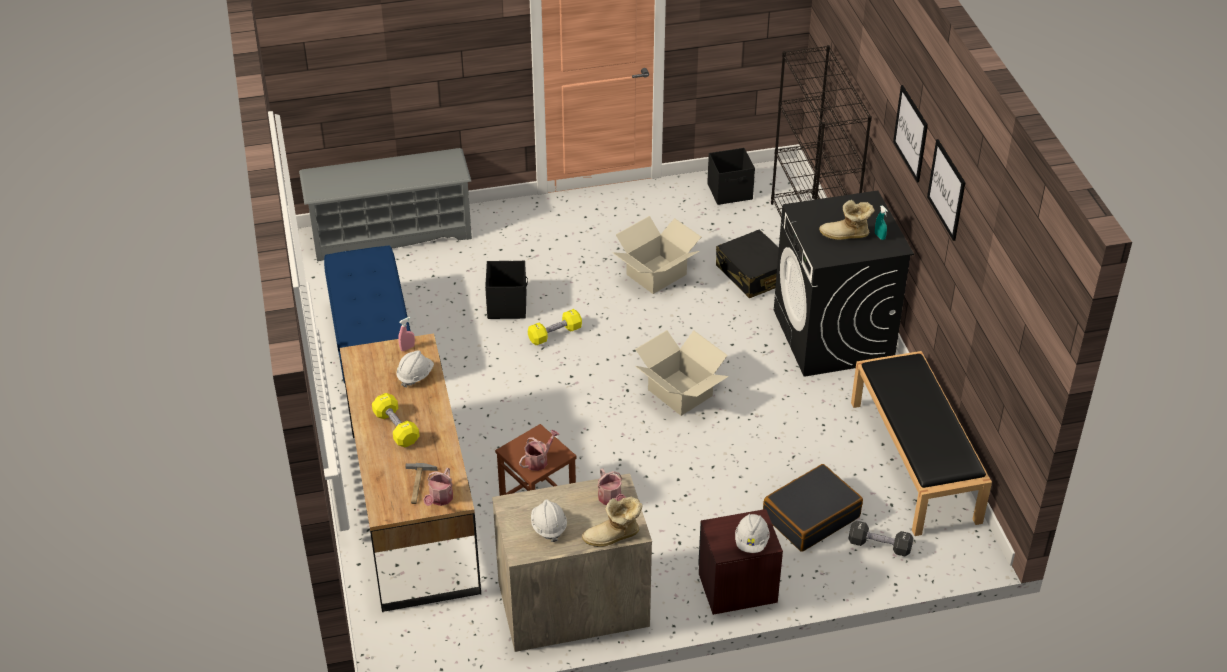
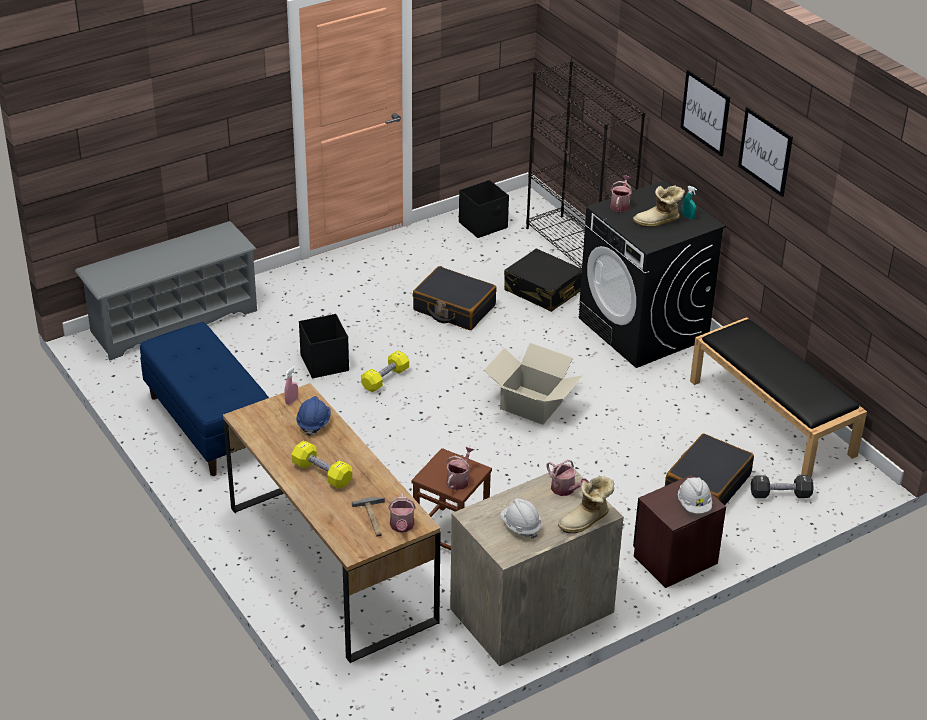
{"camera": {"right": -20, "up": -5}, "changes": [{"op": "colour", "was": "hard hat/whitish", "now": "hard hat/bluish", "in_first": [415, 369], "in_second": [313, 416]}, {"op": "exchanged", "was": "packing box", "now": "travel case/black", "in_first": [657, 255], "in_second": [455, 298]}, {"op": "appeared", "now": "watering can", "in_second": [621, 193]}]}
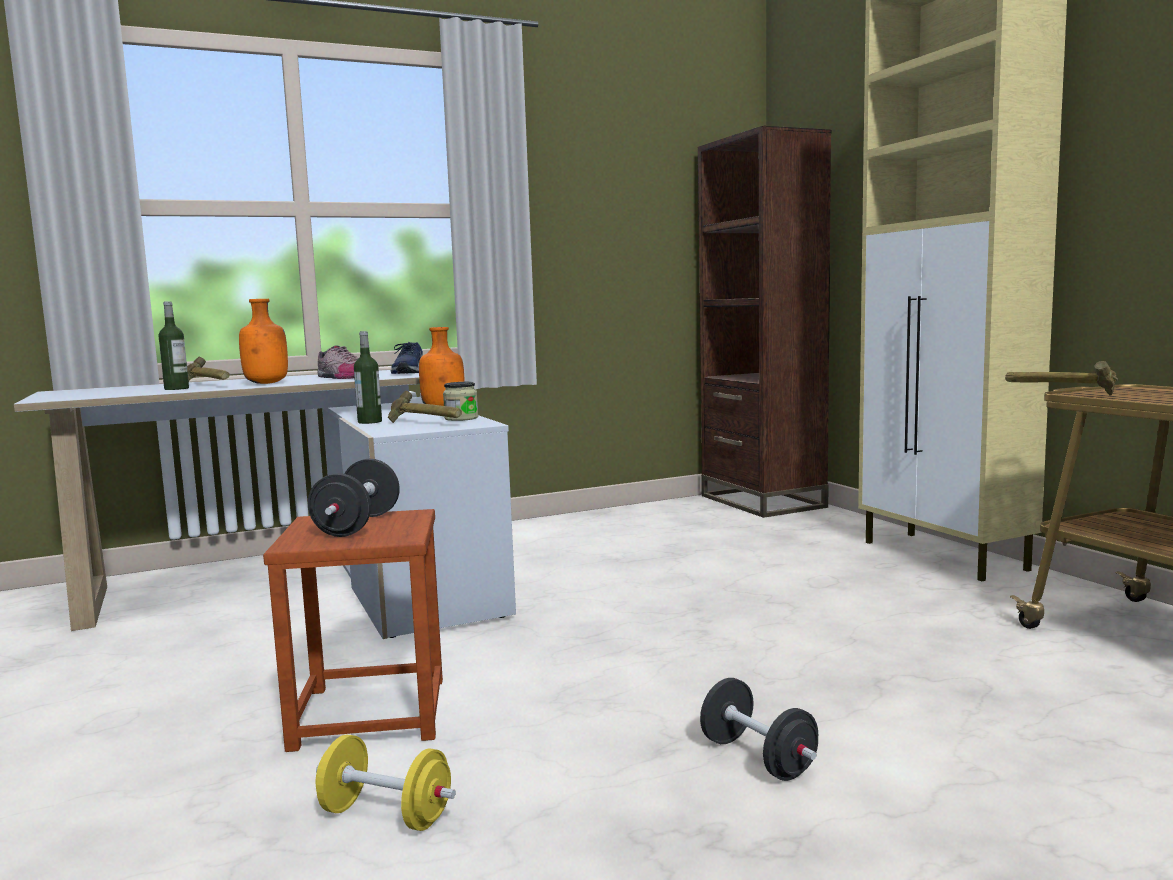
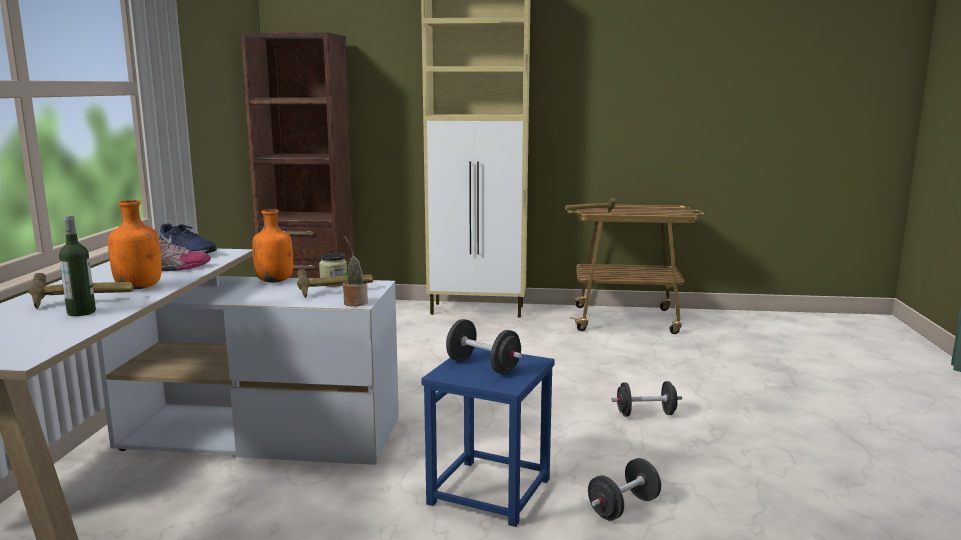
{"camera": {"right": -60, "up": 5}, "changes": [{"op": "colour", "was": "stool seat/brown", "now": "stool seat/bluish", "in_first": [353, 630], "in_second": [488, 437]}, {"op": "colour", "was": "dumbbell/yellowish", "now": "dumbbell/black", "in_first": [386, 783], "in_second": [624, 489]}, {"op": "missing", "was": "beverage bottle", "in_first": [368, 377]}, {"op": "appeared", "now": "plant in a pot", "in_second": [355, 271]}]}
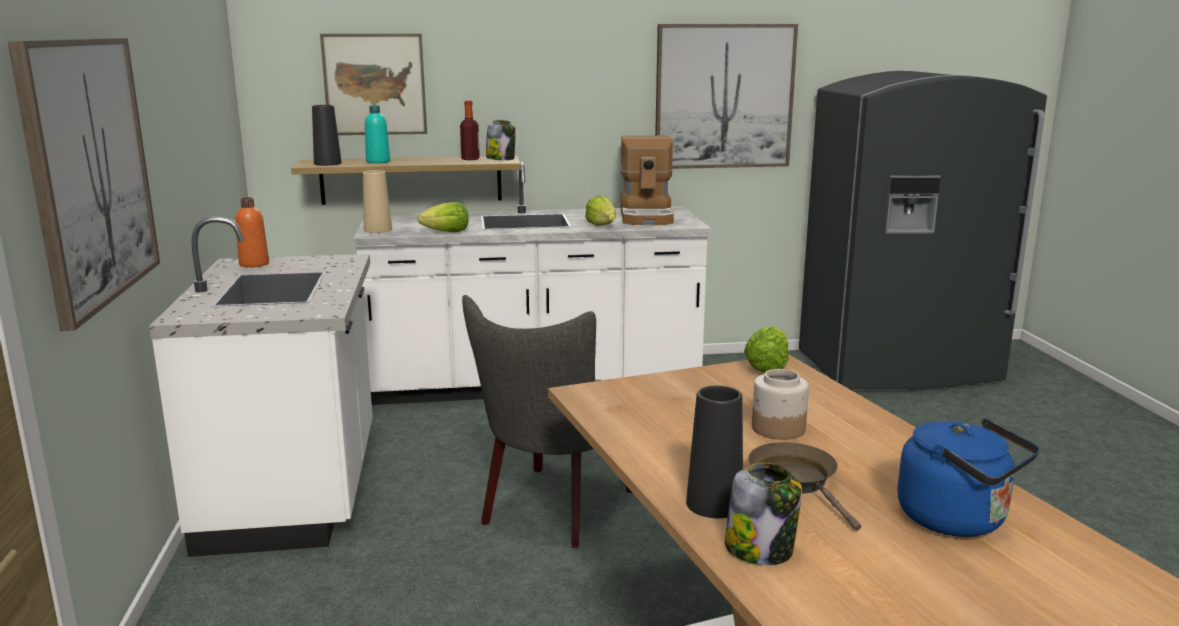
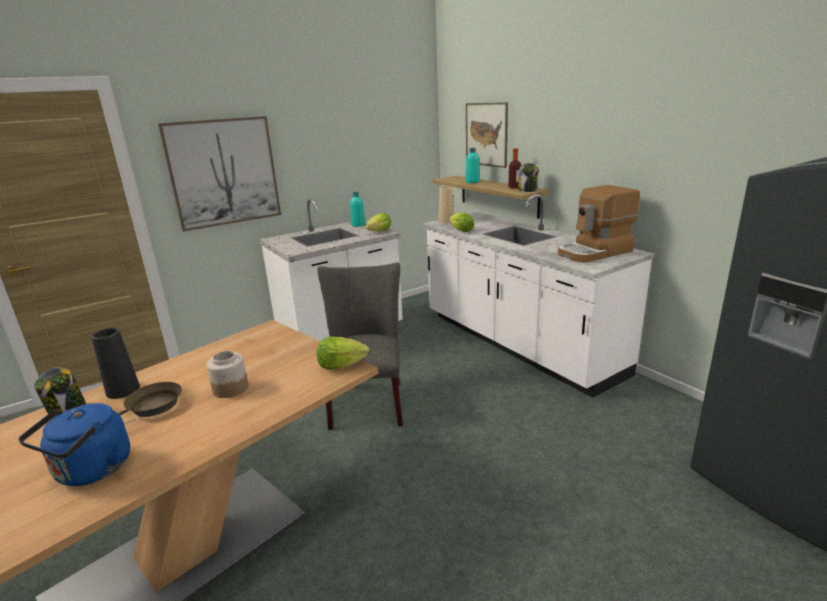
{"camera": {"right": 65, "up": 5}, "changes": [{"op": "colour", "was": "beverage bottle/orange-coloured", "now": "beverage bottle/blue-green", "in_first": [252, 232], "in_second": [357, 209]}, {"op": "missing", "was": "decorative vase/black", "in_first": [327, 135]}, {"op": "spun", "was": "plain chair/greyish", "in_first": [547, 421], "in_second": [360, 346], "clockwise": 90}, {"op": "relocated", "was": "lettuce head", "in_first": [600, 210], "in_second": [378, 222]}, {"op": "missing", "was": "wall picture", "in_first": [726, 96]}]}
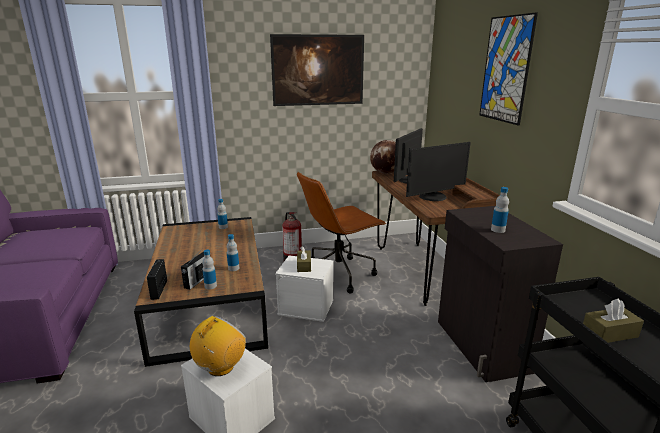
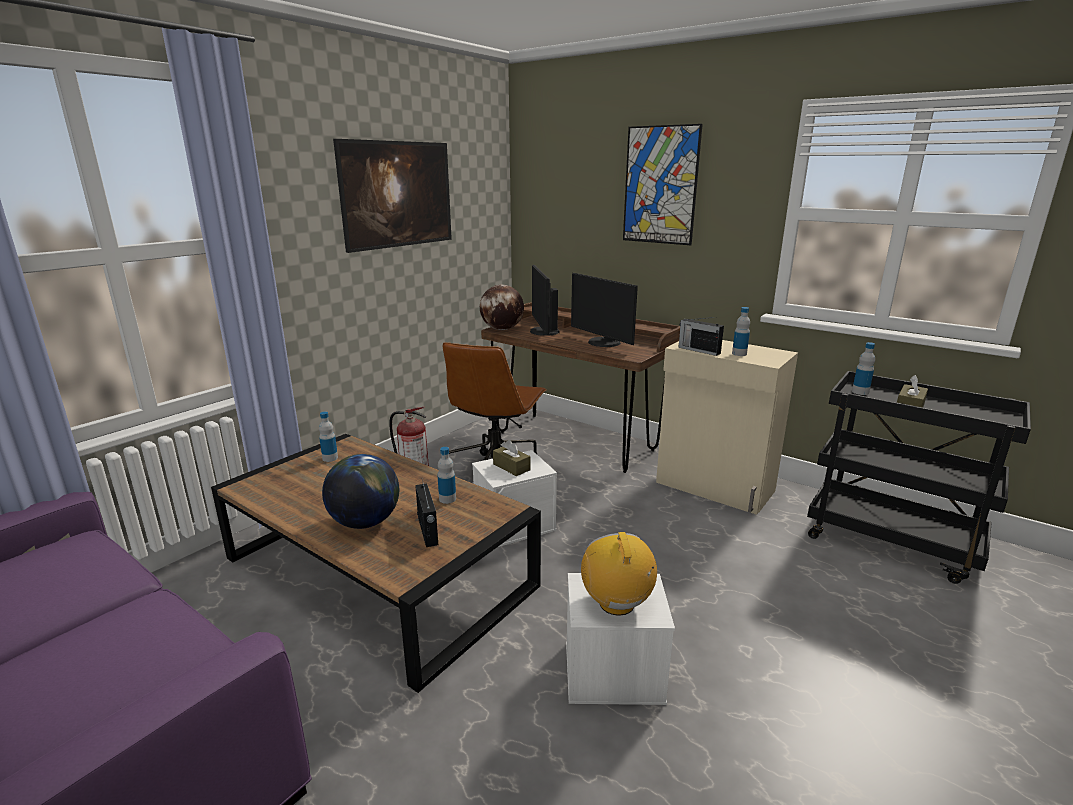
{"camera": {"right": -40, "up": 0}, "changes": [{"op": "relocated", "was": "radio", "in_first": [157, 279], "in_second": [701, 336]}, {"op": "relocated", "was": "beverage bottle", "in_first": [209, 269], "in_second": [863, 368]}, {"op": "spun", "was": "computer screen", "in_first": [438, 171], "in_second": [604, 310], "clockwise": 120}, {"op": "colour", "was": "cabinet/black", "now": "cabinet/beige", "in_first": [500, 294], "in_second": [727, 427]}, {"op": "appeared", "now": "globe", "in_second": [360, 491]}]}
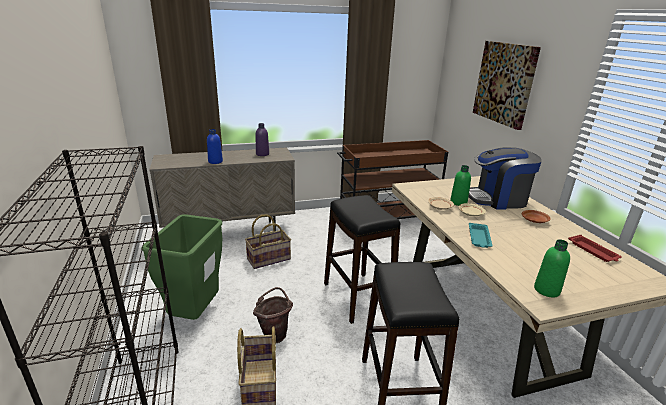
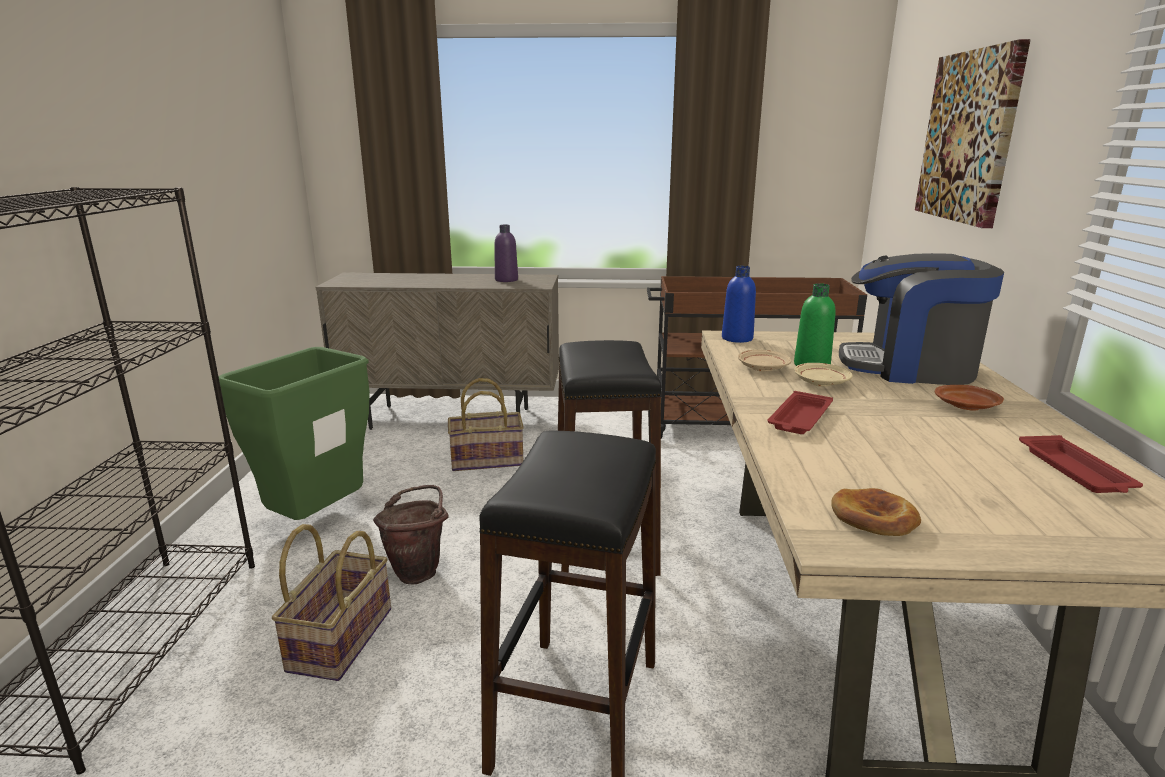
{"camera": {"right": 20, "up": -5}, "changes": [{"op": "relocated", "was": "beverage bottle/bluish", "in_first": [215, 146], "in_second": [739, 304]}, {"op": "colour", "was": "carrying tray/blue-green", "now": "carrying tray/red", "in_first": [481, 235], "in_second": [800, 412]}, {"op": "exchanged", "was": "beverage bottle/green-coloured", "now": "baked bread", "in_first": [552, 268], "in_second": [876, 512]}]}
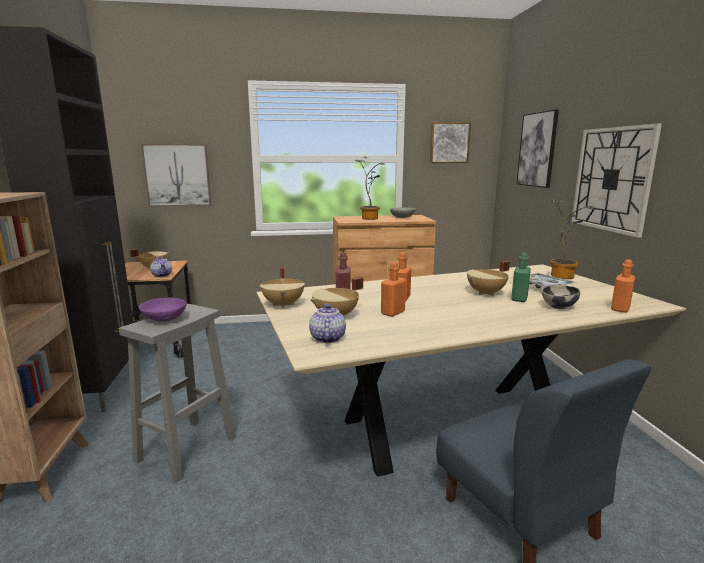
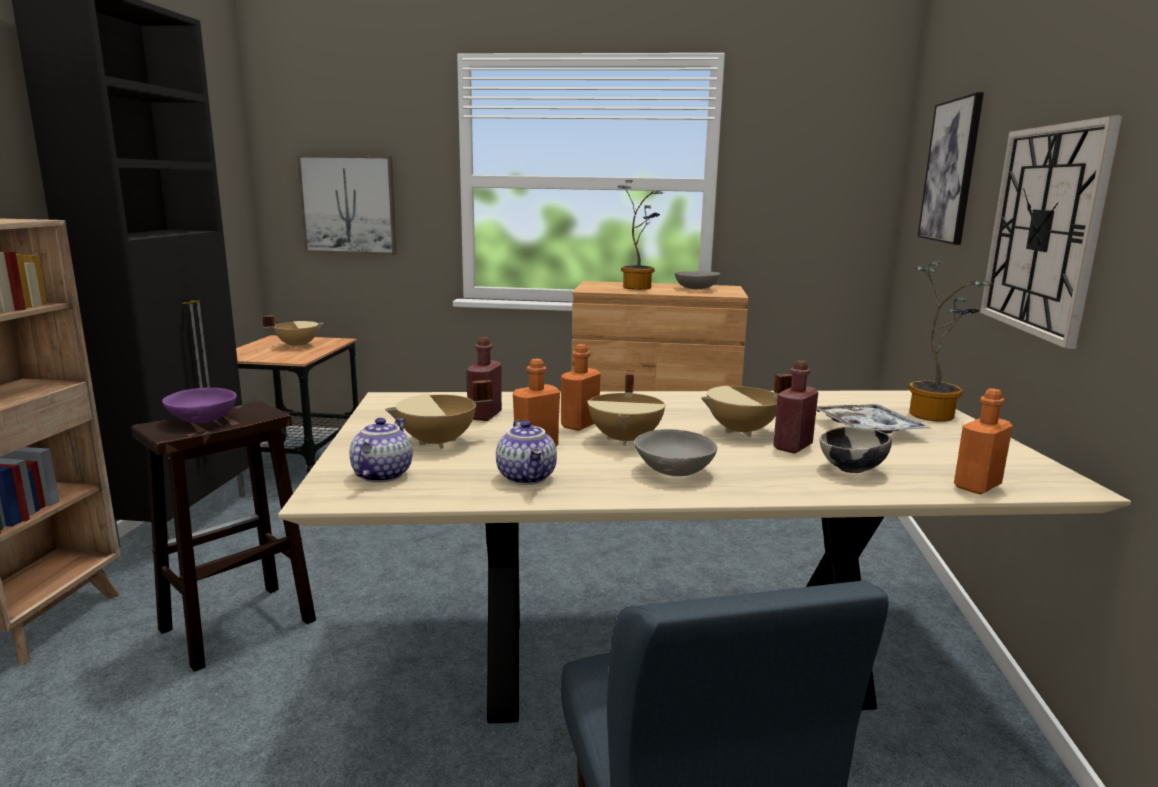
{"camera": {"right": 15, "up": 0}, "changes": [{"op": "colour", "was": "stool seat/greyish", "now": "stool seat/brown", "in_first": [177, 393], "in_second": [224, 536]}, {"op": "relocated", "was": "pot for tea", "in_first": [161, 266], "in_second": [526, 452]}, {"op": "relocated", "was": "saucepot/beige", "in_first": [282, 287], "in_second": [626, 408]}, {"op": "missing", "was": "wall picture", "in_first": [450, 142]}, {"op": "colour", "was": "beverage bottle/green-coloured", "now": "beverage bottle/red", "in_first": [521, 277], "in_second": [795, 406]}, {"op": "appeared", "now": "bowl/greyish", "in_second": [676, 452]}]}
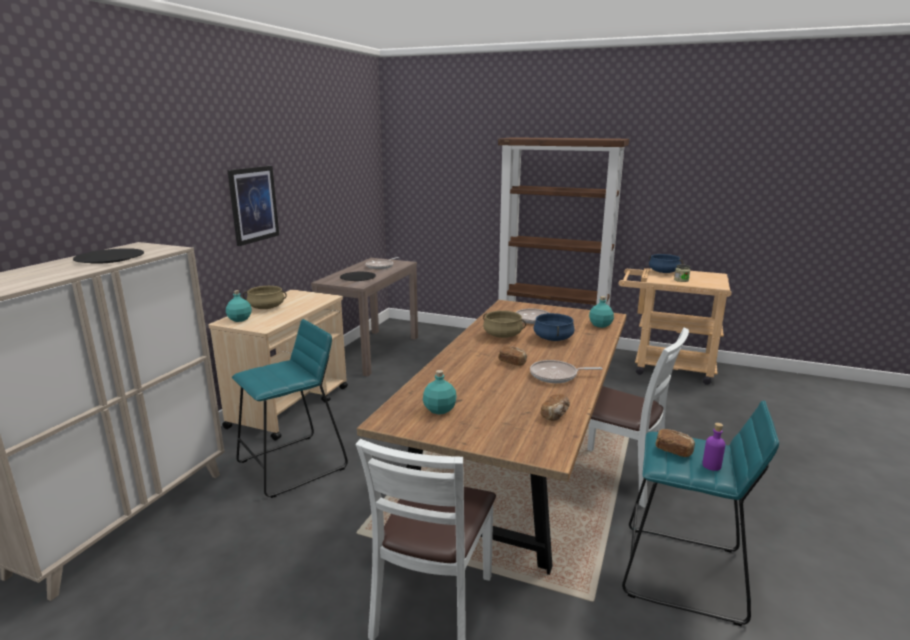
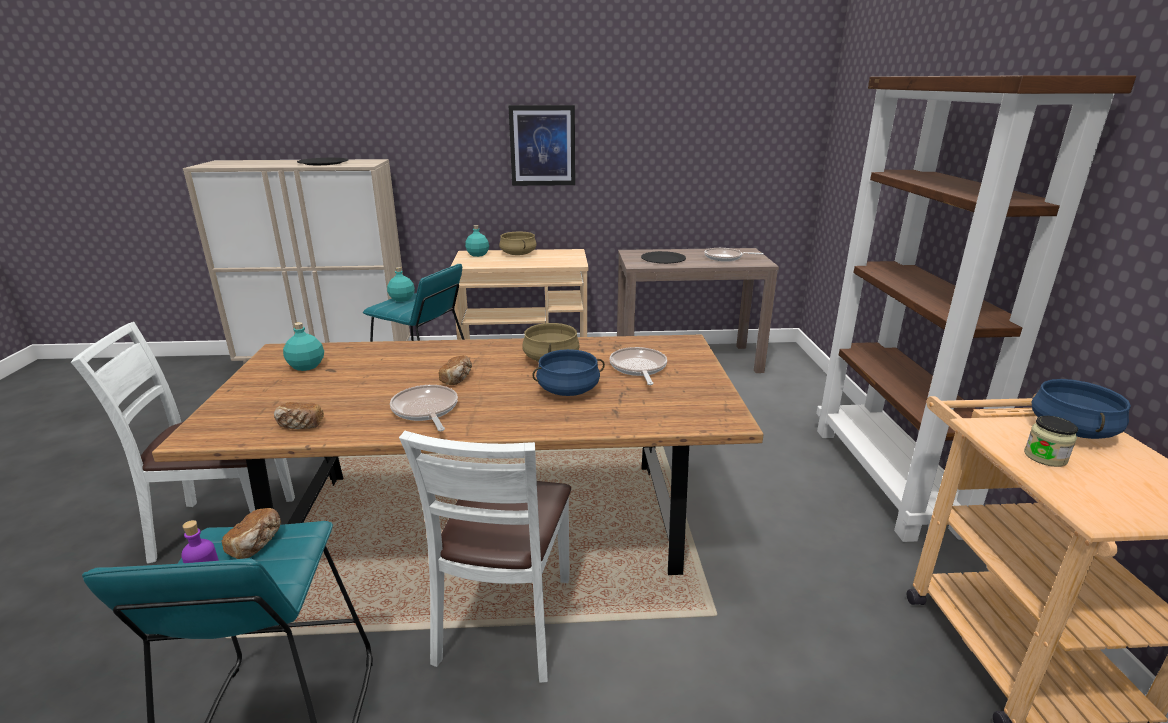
{"camera": {"right": 65, "up": 5}, "changes": [{"op": "relocated", "was": "beverage bottle/blue-green", "in_first": [601, 312], "in_second": [401, 284]}]}
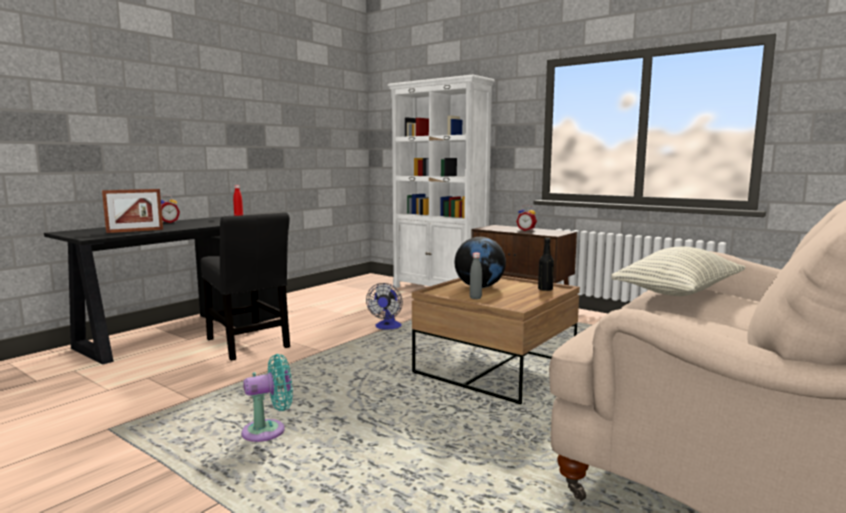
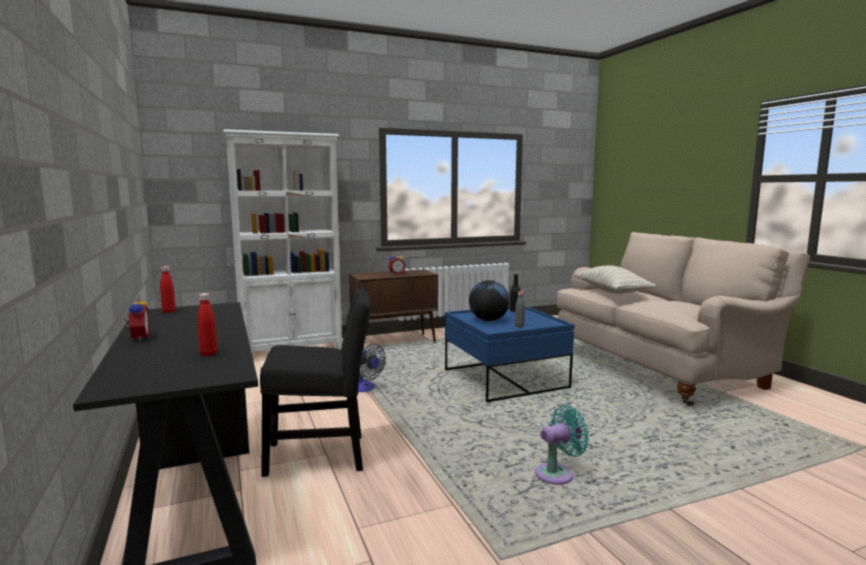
{"camera": {"right": -60, "up": 0}, "changes": [{"op": "exchanged", "was": "standing frame", "now": "beverage bottle/red", "in_first": [132, 211], "in_second": [207, 324]}, {"op": "spun", "was": "cooling fan/blue-green", "in_first": [267, 398], "in_second": [562, 445], "clockwise": 60}, {"op": "colour", "was": "coffee table/brown", "now": "coffee table/bluish", "in_first": [496, 340], "in_second": [510, 354]}]}
